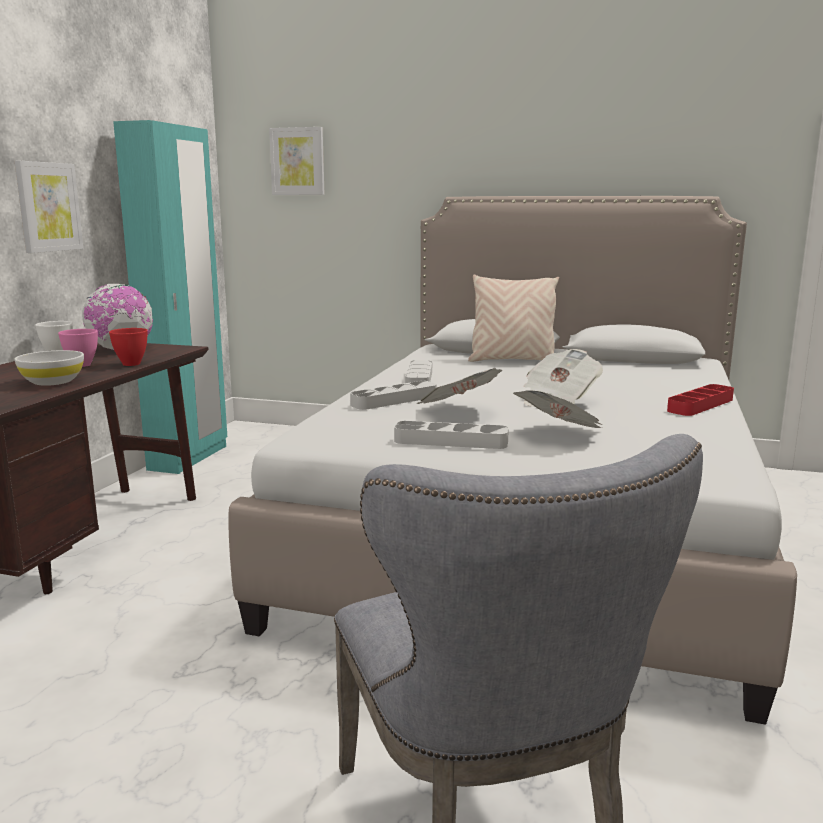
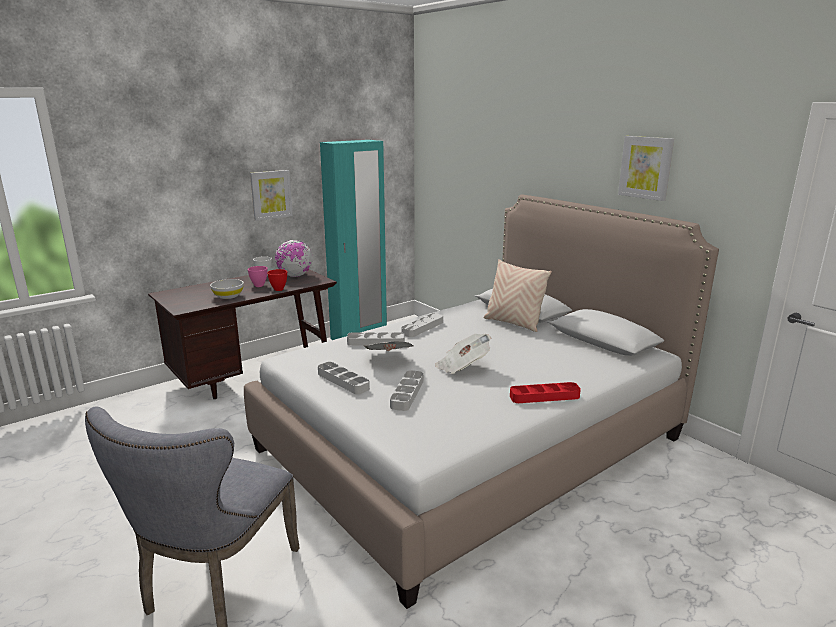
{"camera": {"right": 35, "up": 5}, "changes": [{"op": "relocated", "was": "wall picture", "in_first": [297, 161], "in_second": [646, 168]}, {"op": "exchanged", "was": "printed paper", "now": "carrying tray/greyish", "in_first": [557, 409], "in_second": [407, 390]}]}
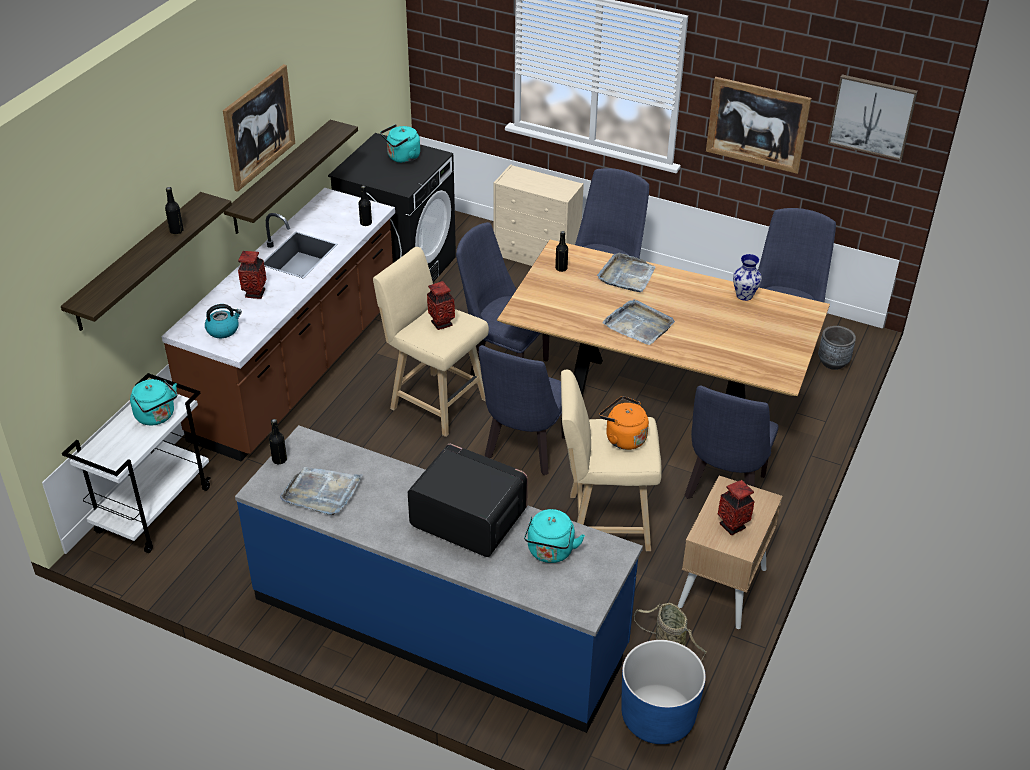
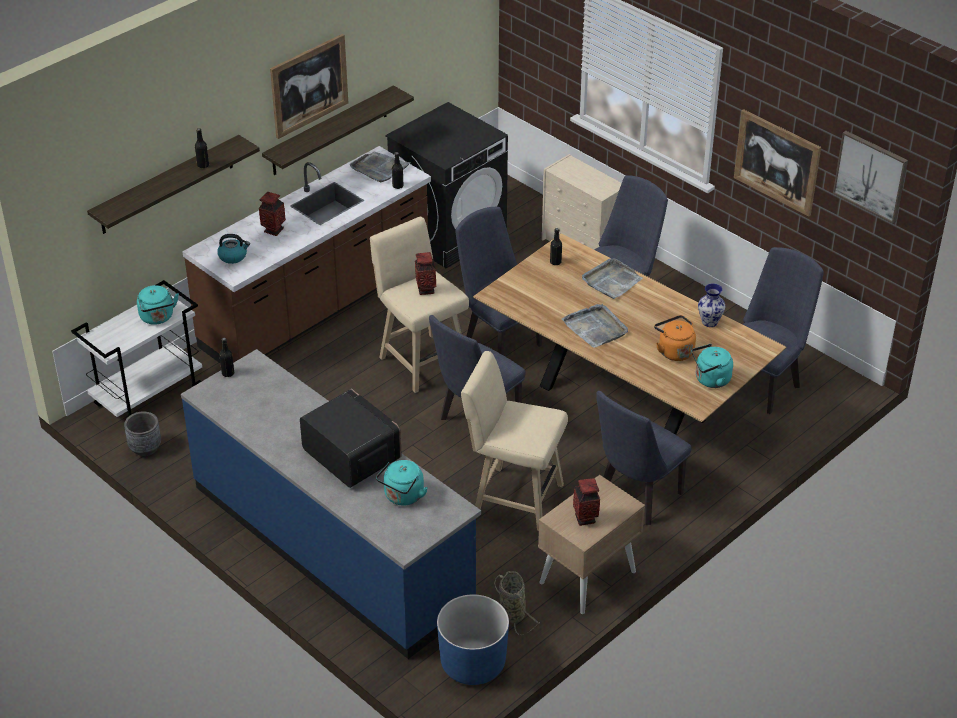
{"camera": {"right": 20, "up": 0}, "changes": [{"op": "relocated", "was": "carrying tray/greyish", "in_first": [321, 491], "in_second": [380, 166]}, {"op": "relocated", "was": "water kettle/blue-green", "in_first": [400, 143], "in_second": [712, 366]}, {"op": "relocated", "was": "water kettle/orange-coloured", "in_first": [624, 423], "in_second": [675, 338]}, {"op": "relocated", "was": "flower pot/greyish", "in_first": [837, 348], "in_second": [142, 434]}]}
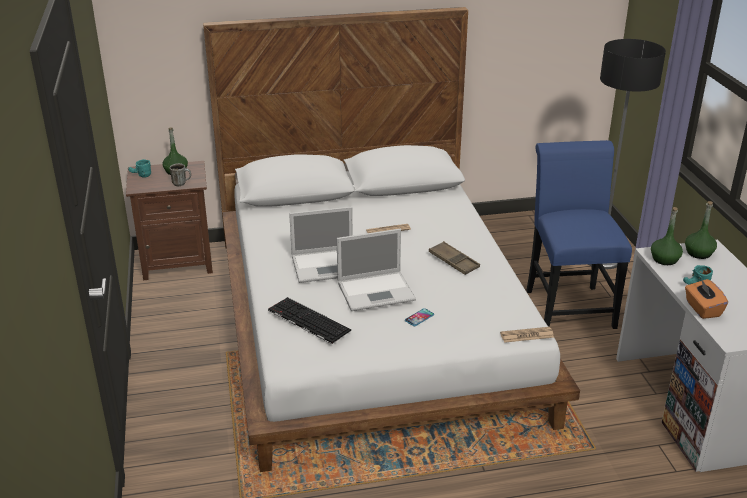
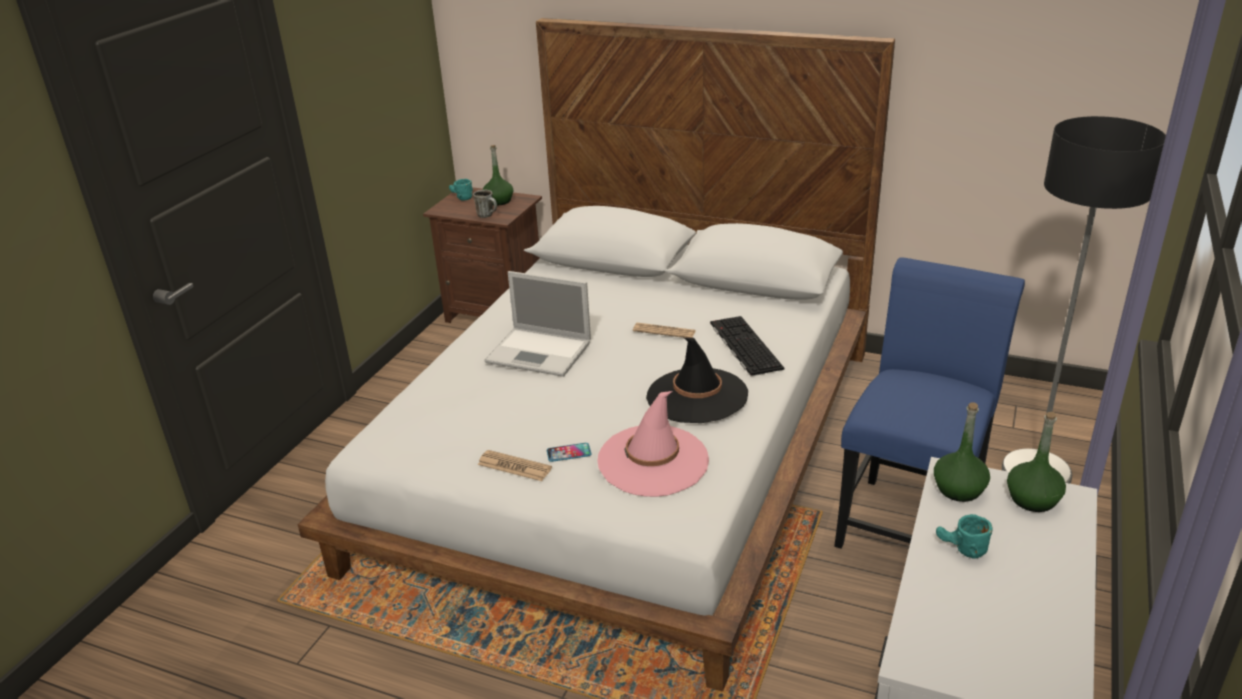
{"camera": {"right": 35, "up": 0}, "changes": [{"op": "relocated", "was": "keyboard", "in_first": [309, 320], "in_second": [747, 346]}, {"op": "missing", "was": "portable computer", "in_first": [376, 270]}, {"op": "exchanged", "was": "carrying tray/brown", "now": "hat/black", "in_first": [454, 258], "in_second": [697, 380]}, {"op": "relocated", "was": "printed paper", "in_first": [527, 335], "in_second": [515, 465]}, {"op": "missing", "was": "tissue holder/orange-coloured", "in_first": [706, 299]}, {"op": "appeared", "now": "hat/pinkish", "in_second": [653, 444]}]}
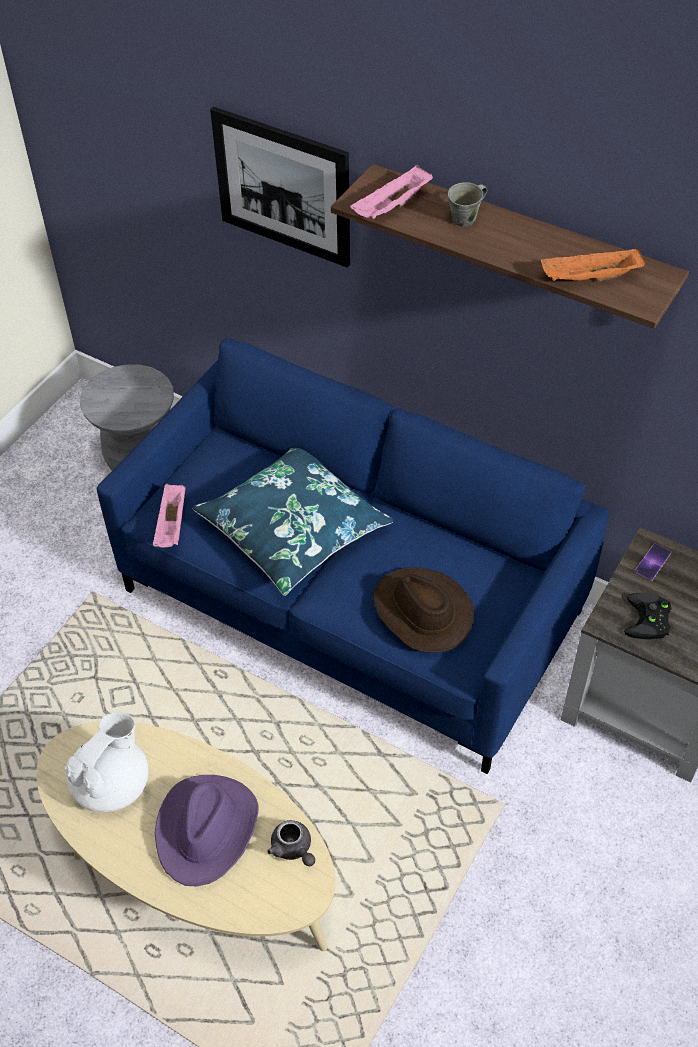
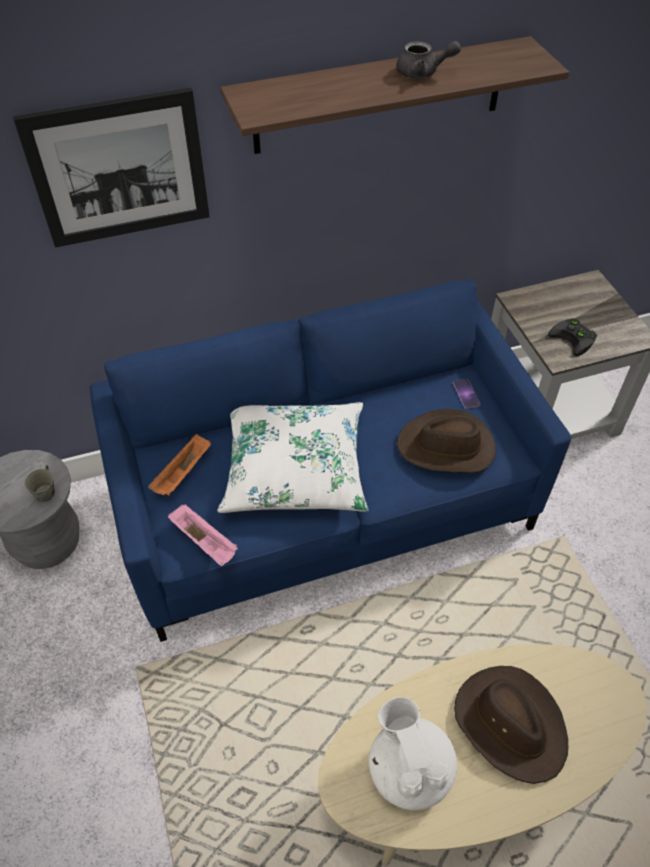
{"camera": {"right": -50, "up": 0}, "changes": [{"op": "colour", "was": "hat/purple", "now": "hat/brown", "in_first": [207, 830], "in_second": [511, 725]}, {"op": "colour", "was": "cushion/bluish", "now": "cushion/whitish", "in_first": [293, 522], "in_second": [293, 457]}, {"op": "relocated", "was": "pot for tea/greyish", "in_first": [291, 843], "in_second": [428, 60]}, {"op": "missing", "was": "carrying tray/pinkish", "in_first": [391, 192]}, {"op": "relocated", "was": "coffee mug/greyish", "in_first": [467, 204], "in_second": [39, 483]}, {"op": "relocated", "was": "carrying tray/orange-coloured", "in_first": [593, 265], "in_second": [179, 465]}, {"op": "relocated", "was": "telephone", "in_first": [653, 562], "in_second": [467, 394]}]}
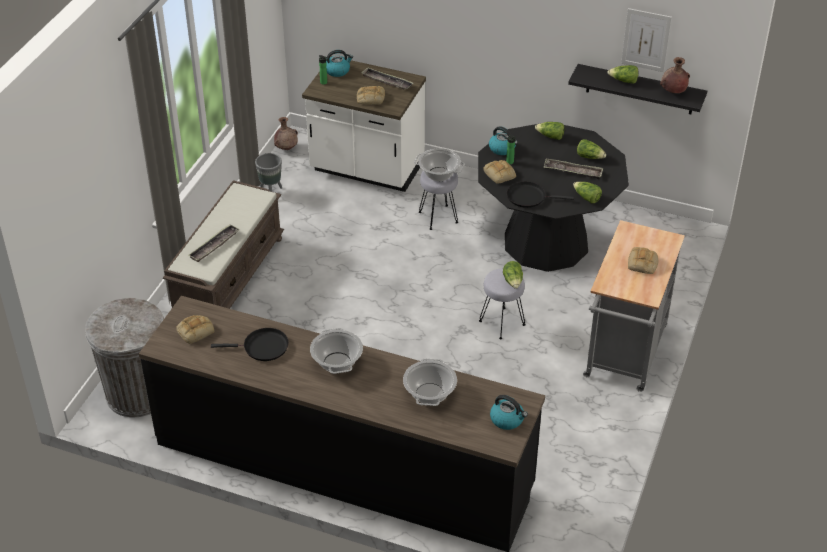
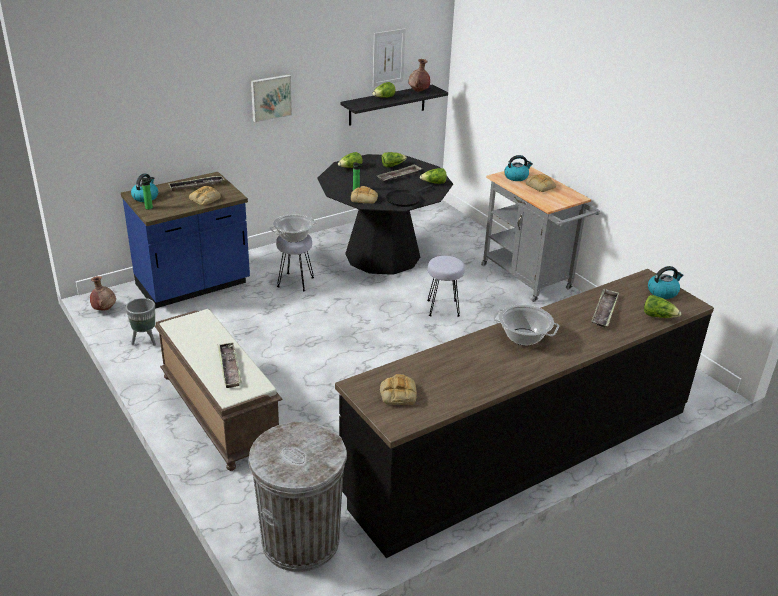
{"camera": {"right": -55, "up": -10}, "changes": [{"op": "missing", "was": "skillet/black", "in_first": [250, 344]}, {"op": "colour", "was": "kitchen base unit/whitish", "now": "kitchen base unit/bluish", "in_first": [364, 124], "in_second": [185, 240]}, {"op": "exchanged", "was": "saucepot", "now": "carrying tray", "in_first": [430, 382], "in_second": [605, 308]}, {"op": "relocated", "was": "water kettle", "in_first": [503, 140], "in_second": [518, 168]}, {"op": "relocated", "was": "lettuce head", "in_first": [513, 275], "in_second": [662, 306]}, {"op": "appeared", "now": "wall picture", "in_second": [271, 98]}]}
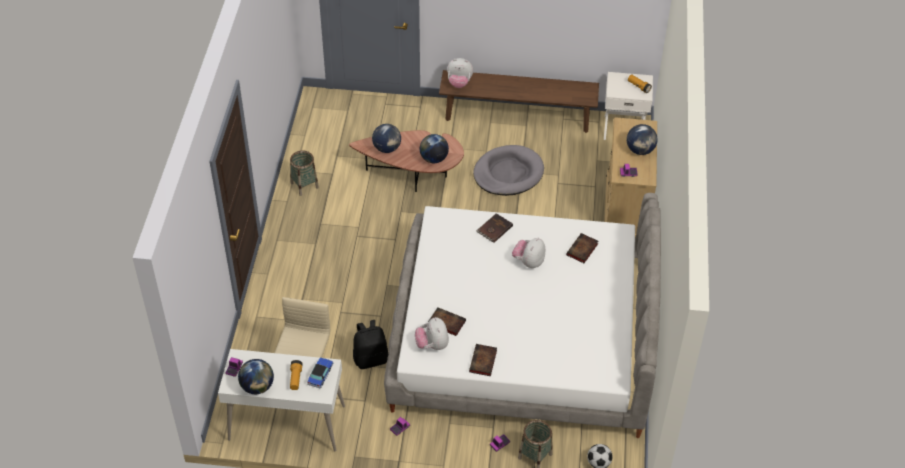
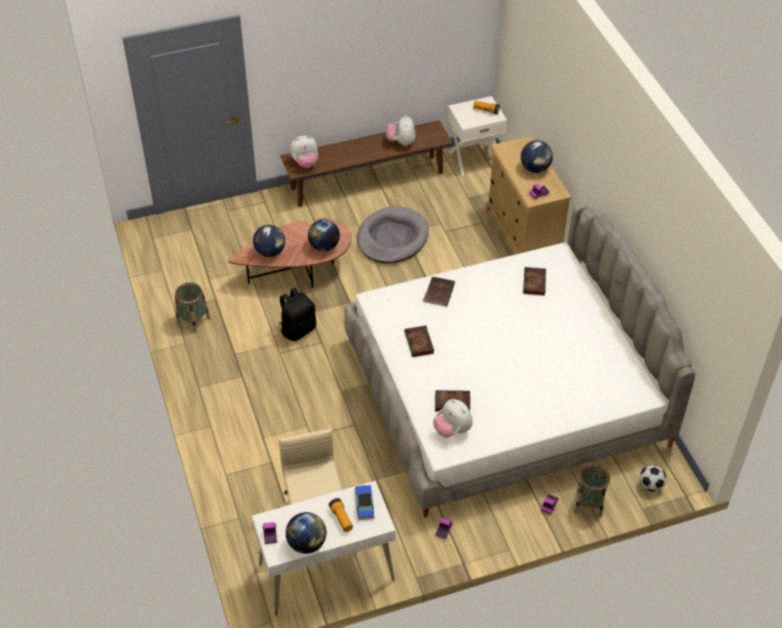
{"camera": {"right": -25, "up": 0}, "changes": [{"op": "relocated", "was": "knapsack/black", "in_first": [370, 344], "in_second": [297, 314]}, {"op": "relocated", "was": "bound book", "in_first": [483, 360], "in_second": [419, 341]}, {"op": "relocated", "was": "plush toy", "in_first": [528, 253], "in_second": [401, 130]}]}
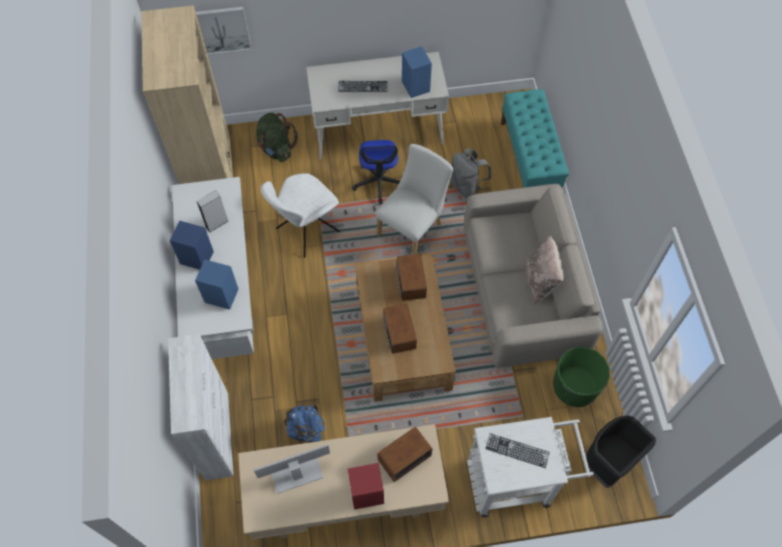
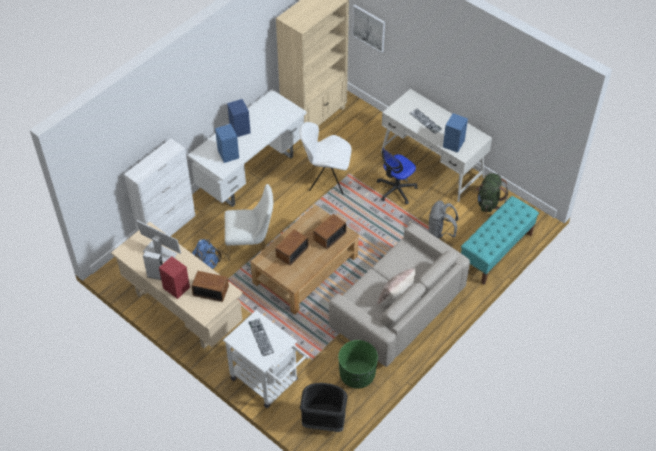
{"camera": {"right": 50, "up": -10}, "changes": [{"op": "relocated", "was": "audio speaker/greyish", "in_first": [212, 211], "in_second": [153, 265]}, {"op": "relocated", "was": "knapsack/green-coloured", "in_first": [277, 137], "in_second": [492, 192]}, {"op": "relocated", "was": "plain chair/whitish", "in_first": [414, 199], "in_second": [249, 222]}]}
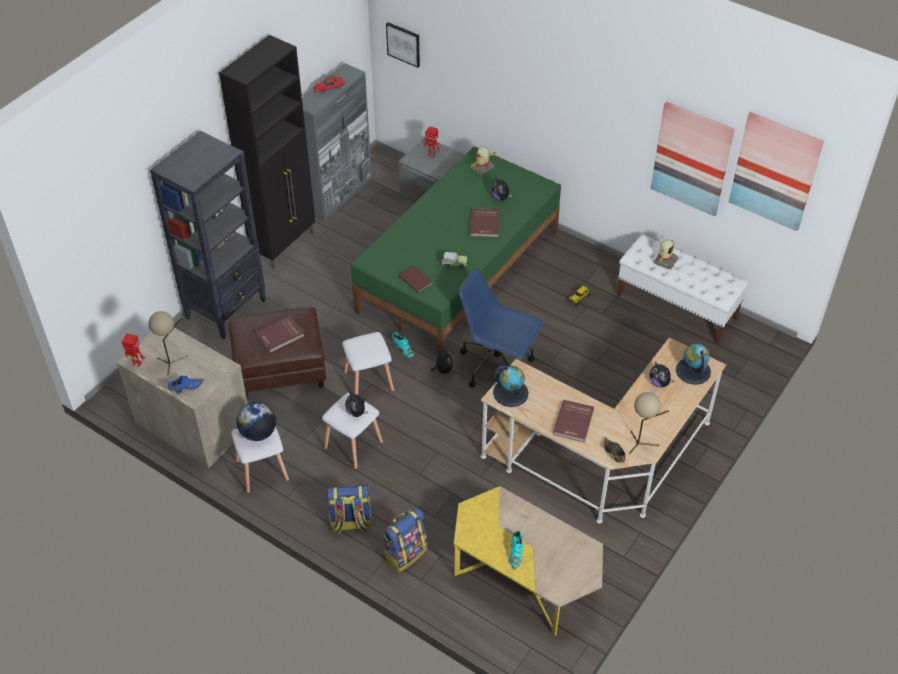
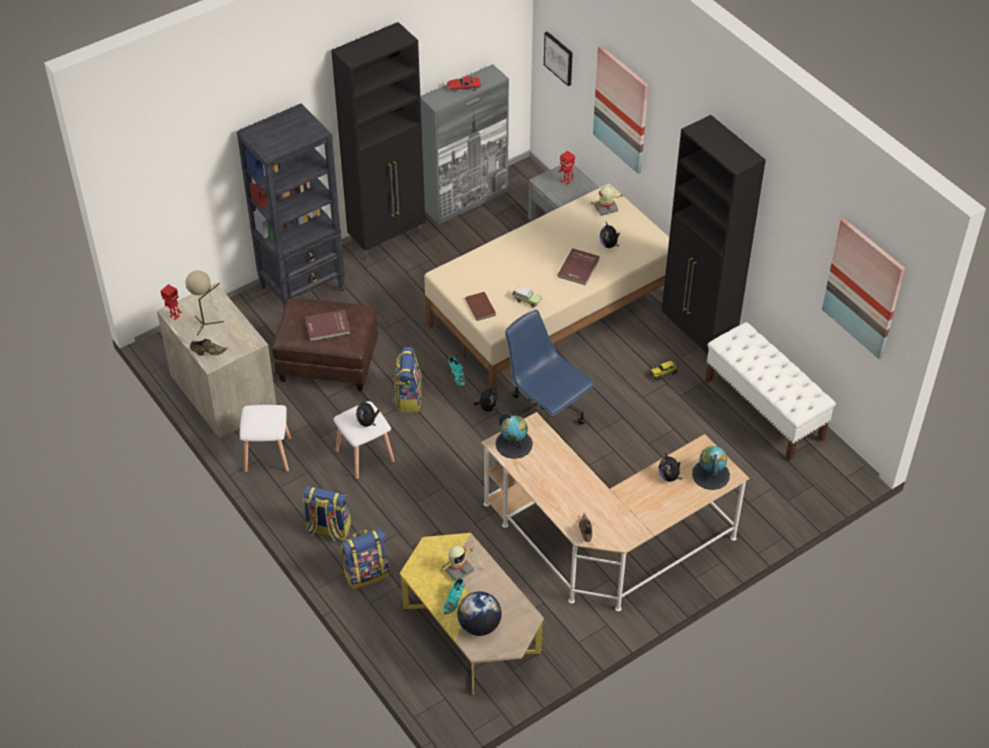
{"camera": {"right": 20, "up": 0}, "changes": [{"op": "colour", "was": "low shoe/bluish", "now": "low shoe/brown", "in_first": [186, 385], "in_second": [208, 347]}, {"op": "relocated", "was": "globe", "in_first": [256, 421], "in_second": [479, 613]}, {"op": "exchanged", "was": "stool seat/whitish", "now": "knapsack", "in_first": [368, 363], "in_second": [407, 379]}, {"op": "colour", "was": "bed/green-coloured", "now": "bed/beige", "in_first": [456, 251], "in_second": [546, 289]}, {"op": "missing", "was": "bound book/red", "in_first": [573, 421]}, {"op": "missing", "was": "tabletop lamp/beige", "in_first": [649, 423]}, {"op": "relocated", "was": "wall picture", "in_first": [693, 158], "in_second": [621, 110]}, {"op": "relocated", "was": "robot figure", "in_first": [666, 254], "in_second": [457, 563]}, {"op": "appeared", "now": "cabinet/black", "in_second": [713, 239]}]}
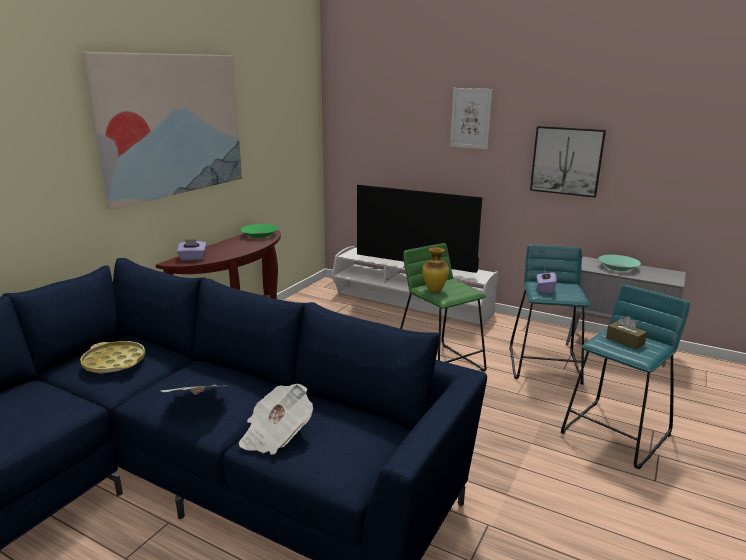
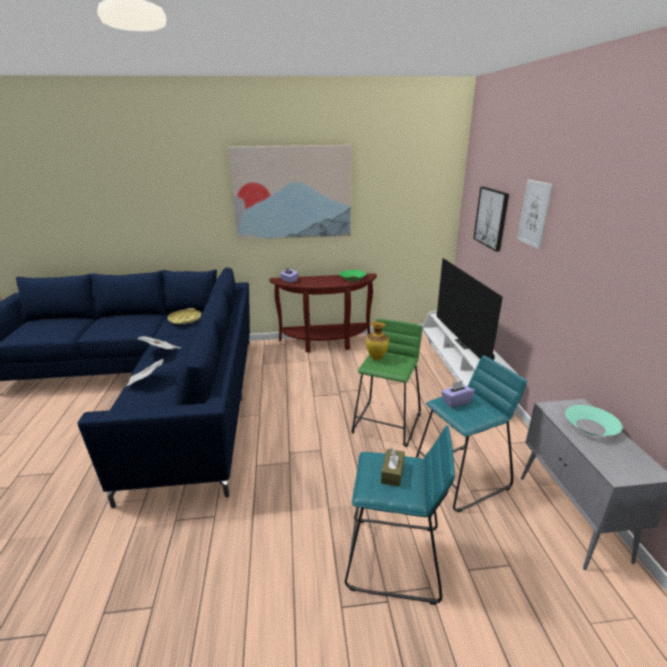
{"camera": {"right": 55, "up": 5}, "changes": [{"op": "relocated", "was": "wall picture", "in_first": [568, 162], "in_second": [491, 219]}]}
